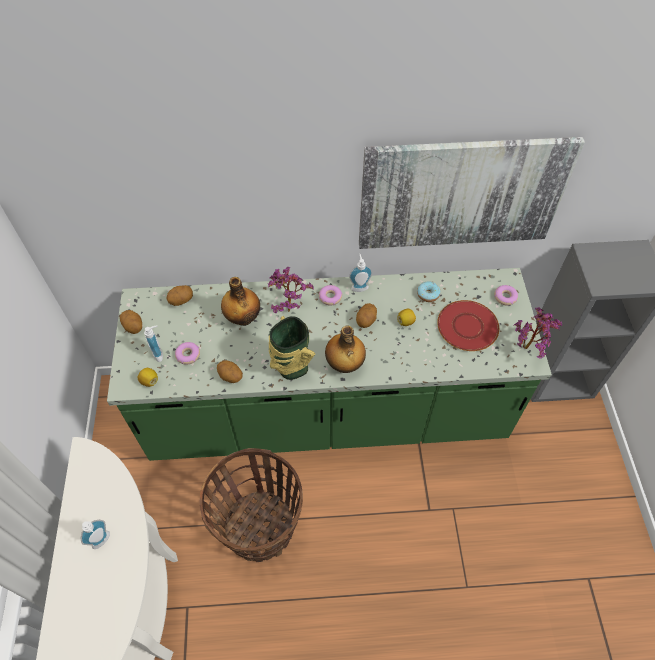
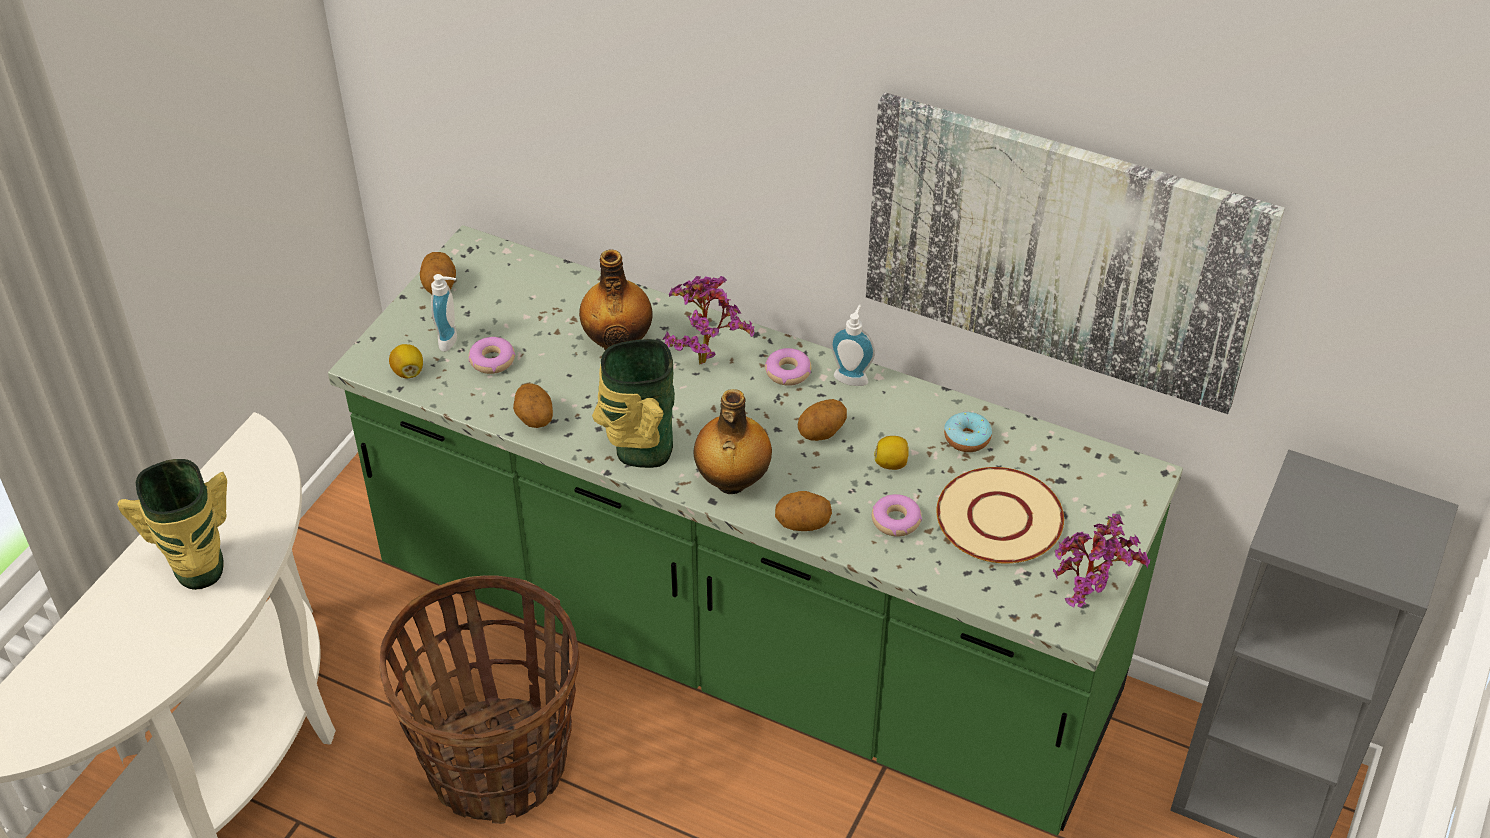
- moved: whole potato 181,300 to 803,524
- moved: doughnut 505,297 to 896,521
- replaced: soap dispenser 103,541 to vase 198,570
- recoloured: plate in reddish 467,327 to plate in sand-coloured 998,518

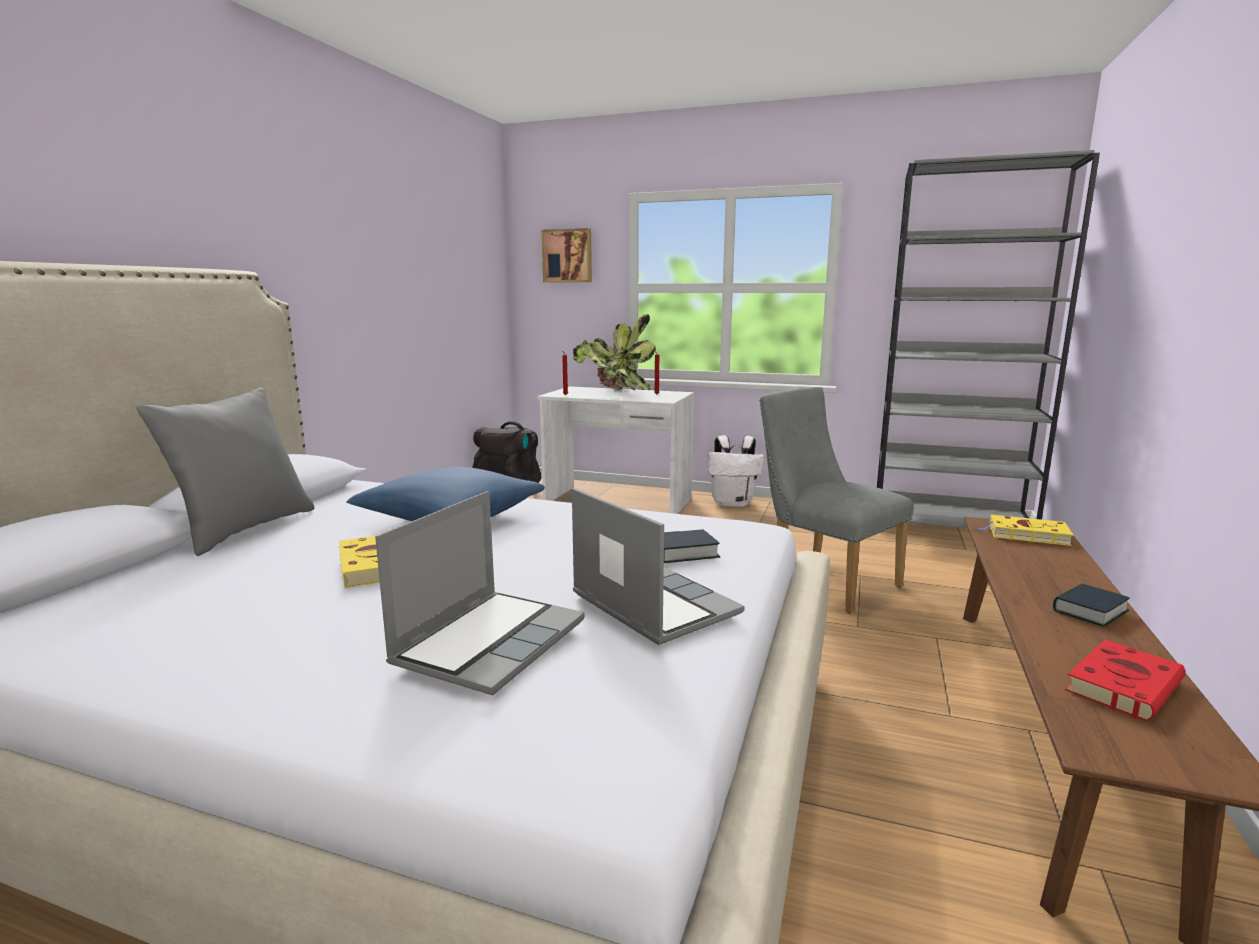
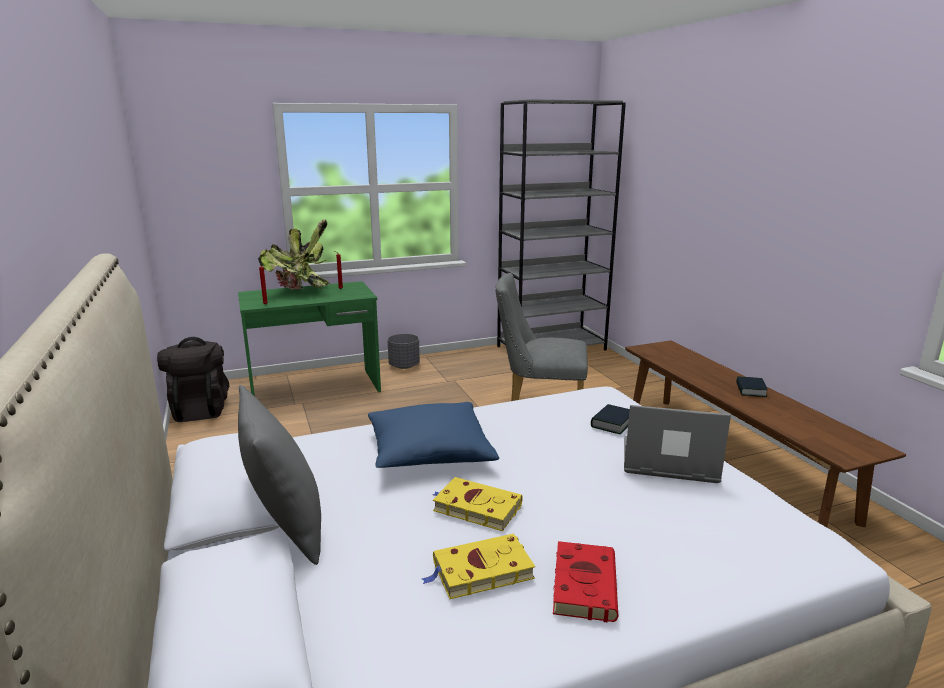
- removed: laptop 490,641
- removed: wall art 568,256
- moved: bound book in yellow 1025,535 to 480,571
- moved: bound book in reddish 1124,685 to 584,583
- replaced: knapsack in white 733,503 to planter in gray 404,366
- recoloured: desk unit in white 618,502 to desk unit in greenish 315,389

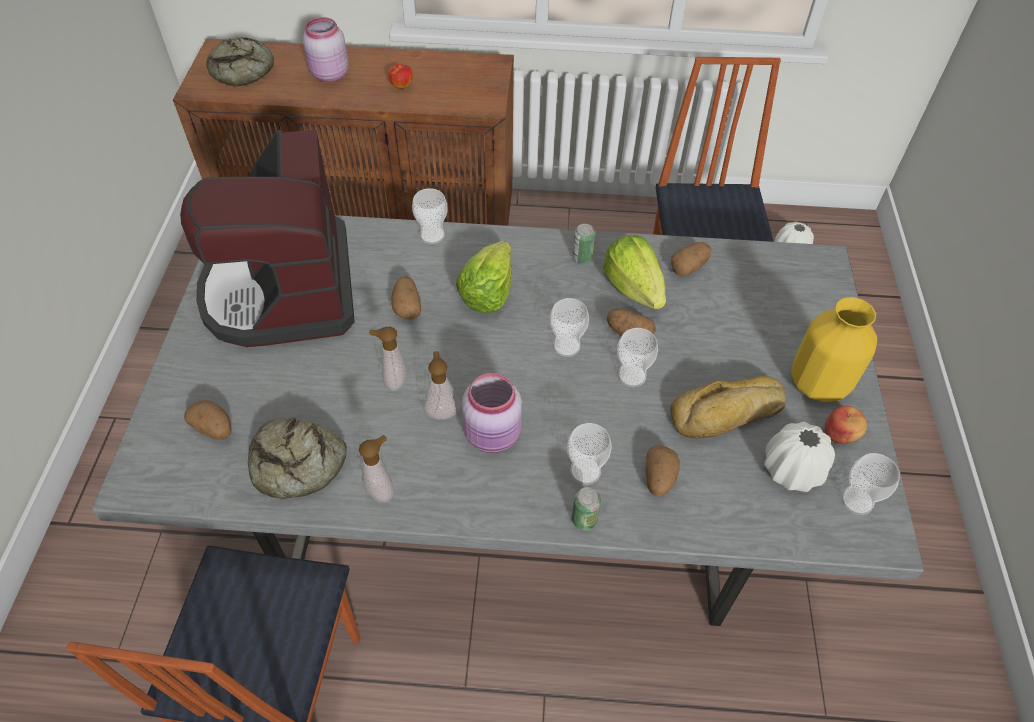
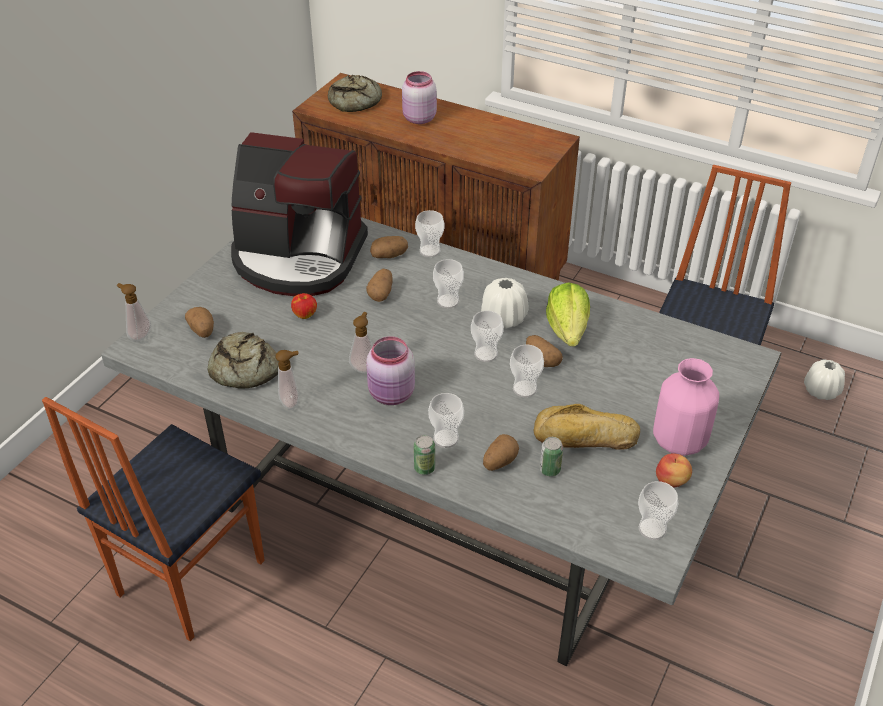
- moved: soap dispenser 393,381 to 139,335
- moved: apple fruit 401,85 to 305,314
- moved: can 582,257 to 549,470
- moved: whole potato 688,267 to 389,255
- moved: vase in white 791,470 to 503,318
- replaced: head of lettuce 488,293 to small cup 448,301
- recoloured: vase in yellow 818,384 to vase in pinkish 678,442
- turned: coffee machine 283,290 = 298,258 90 degrees counterclockwise

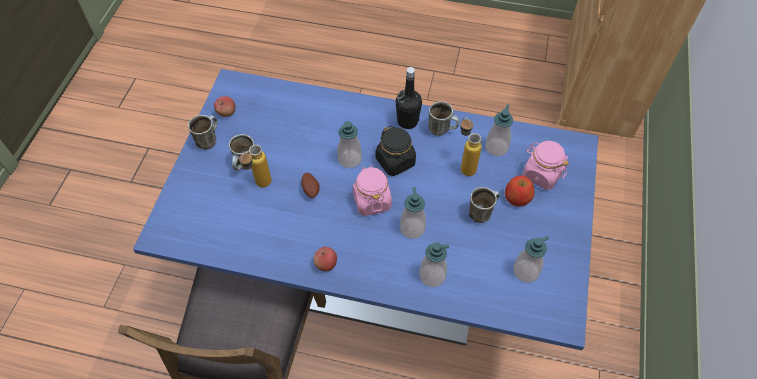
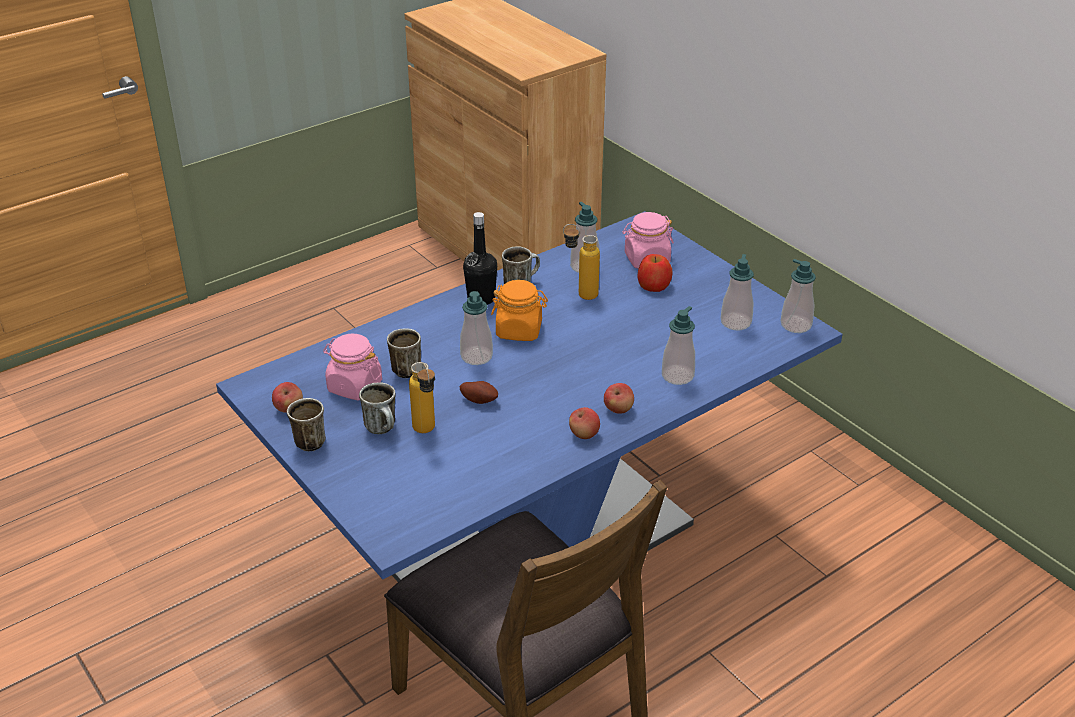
- added: apple fruit 618,409
- moved: preserve jar in pinkish 371,201 to 354,386
- moved: soap dispenser 412,228 to 795,325
- moved: mug 481,212 to 405,368
- recoloured: preserve jar in blackish 395,161 to preserve jar in orange 519,330

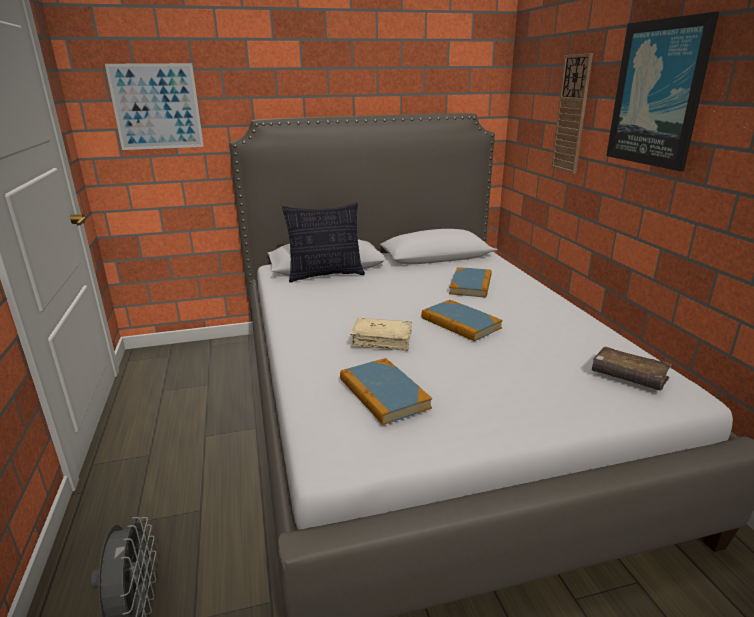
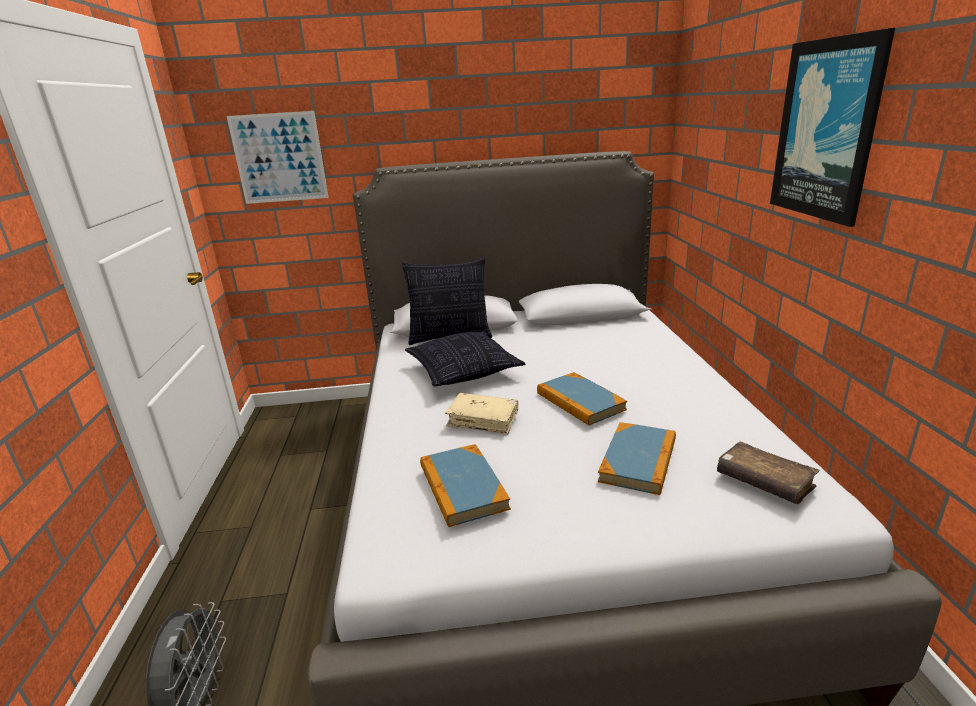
- removed: clock on the wall 572,114
- added: cushion 463,372
- moved: bound book 471,285 to 638,460

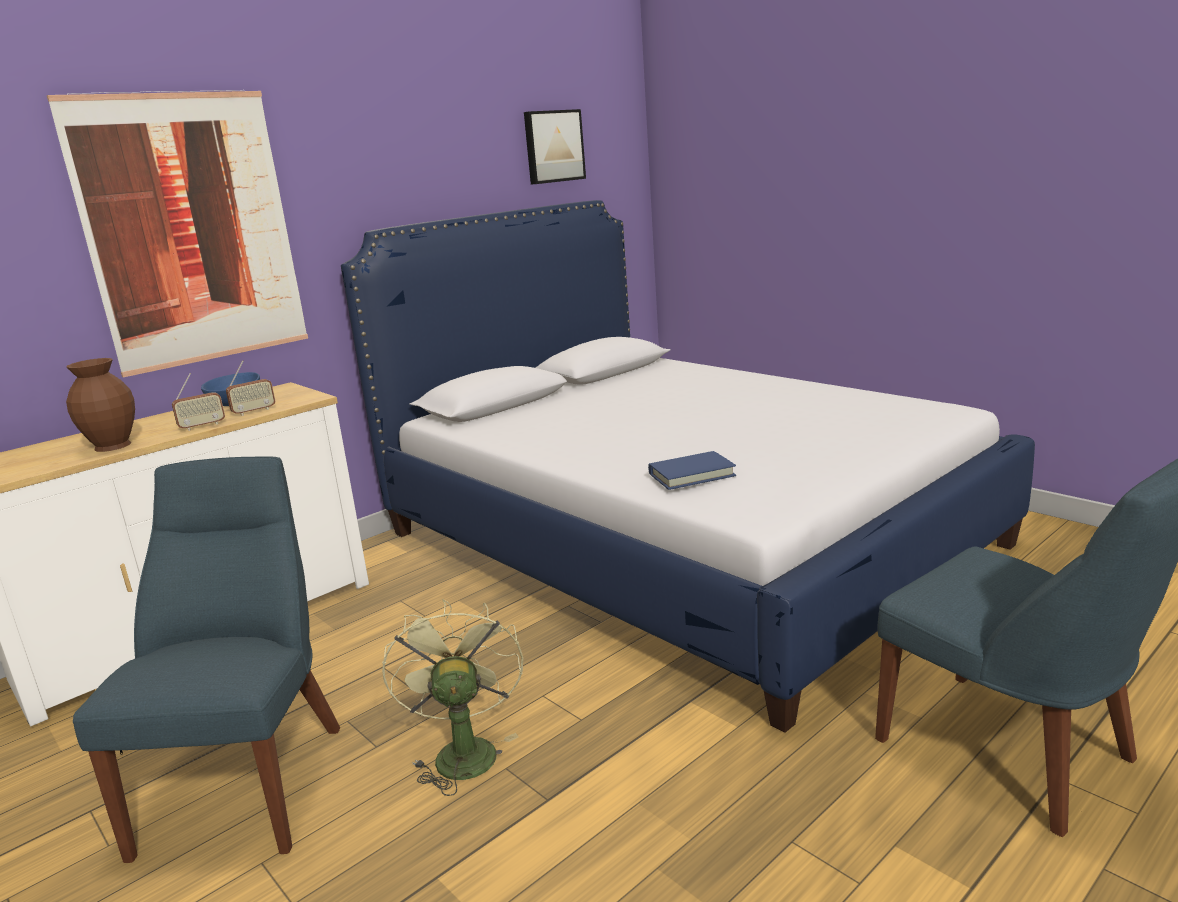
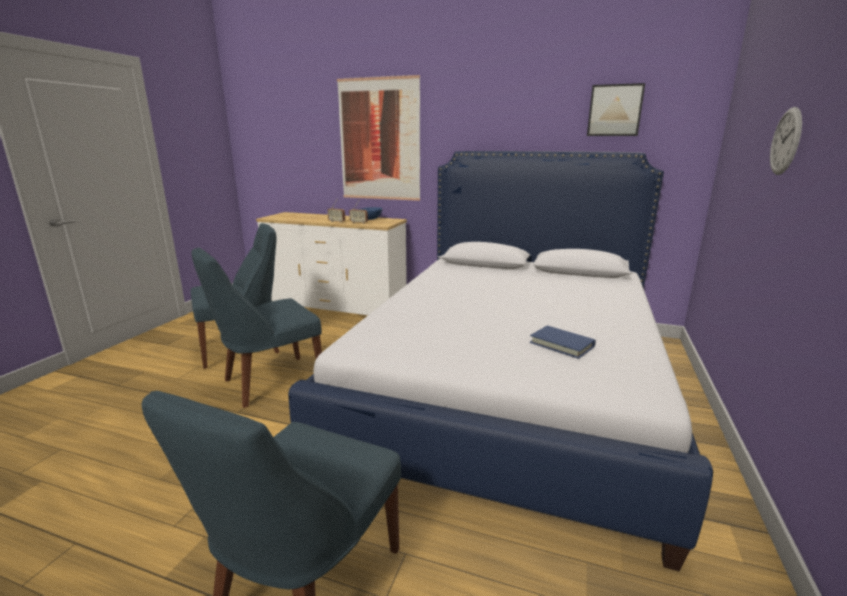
- removed: vase in brown 112,445
- added: clock on the wall 786,141
- moved: bound book in blue 691,474 to 562,344
- replaced: fan in greenish 463,750 to plain chair in blue 269,382

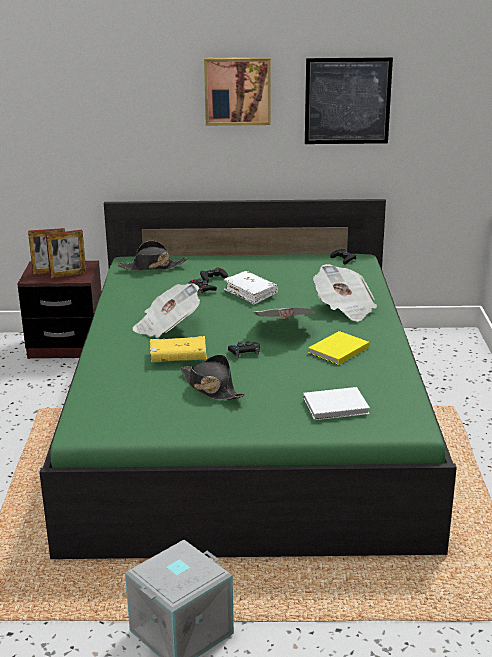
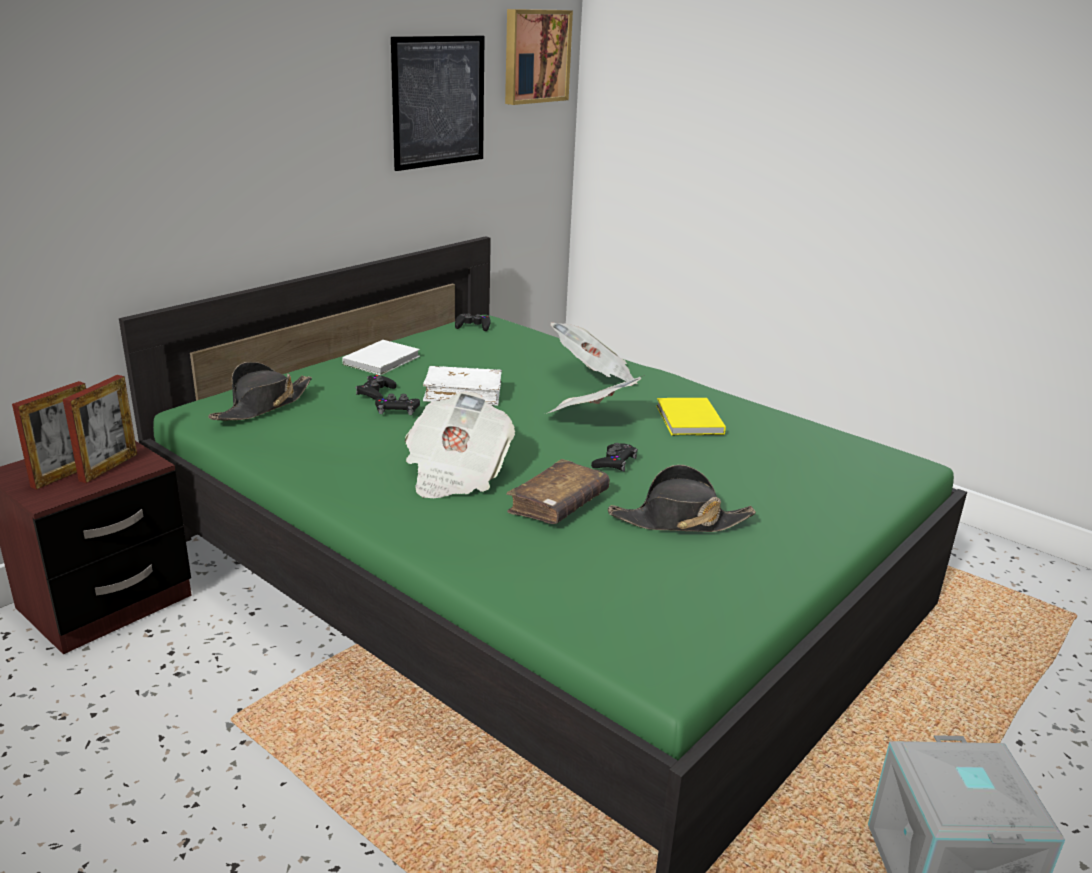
- moved: wall art 237,91 to 535,56
- moved: bound book in white 337,406 to 384,360
- recoloured: bound book in yellow 178,357 to bound book in brown 558,504

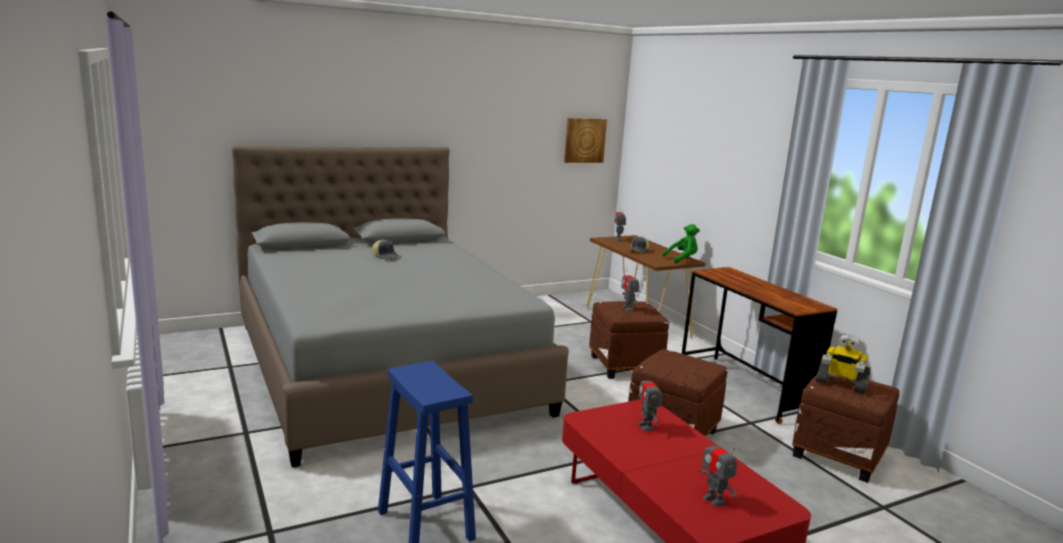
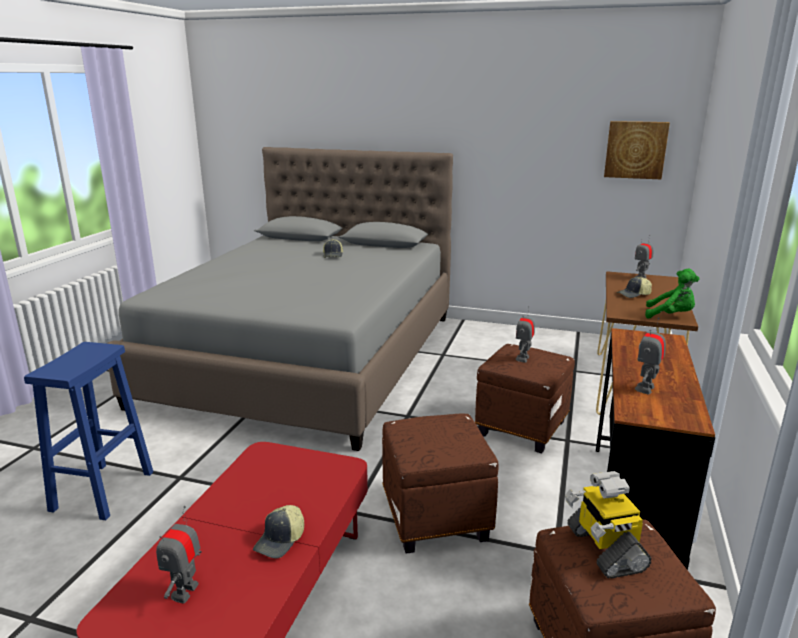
- added: cap 281,540
- moved: robot figure 646,426 to 645,388

